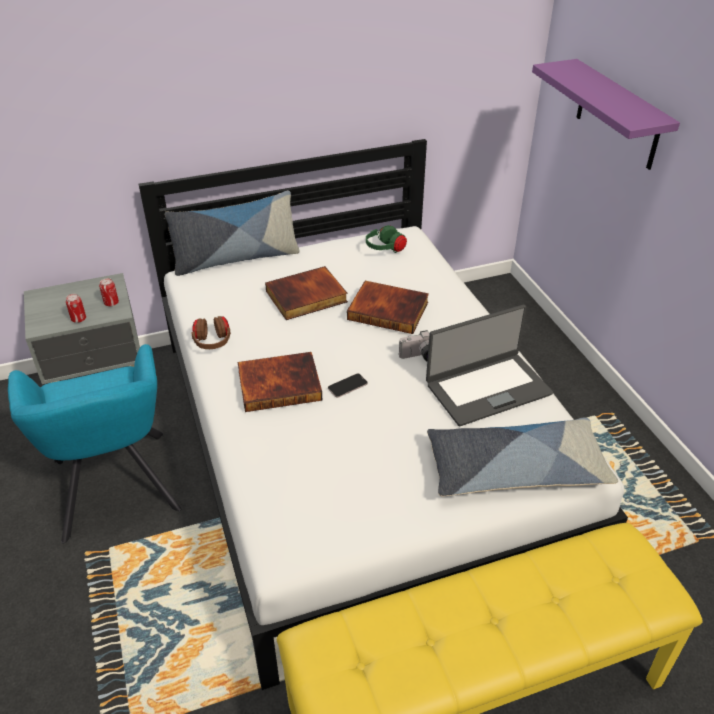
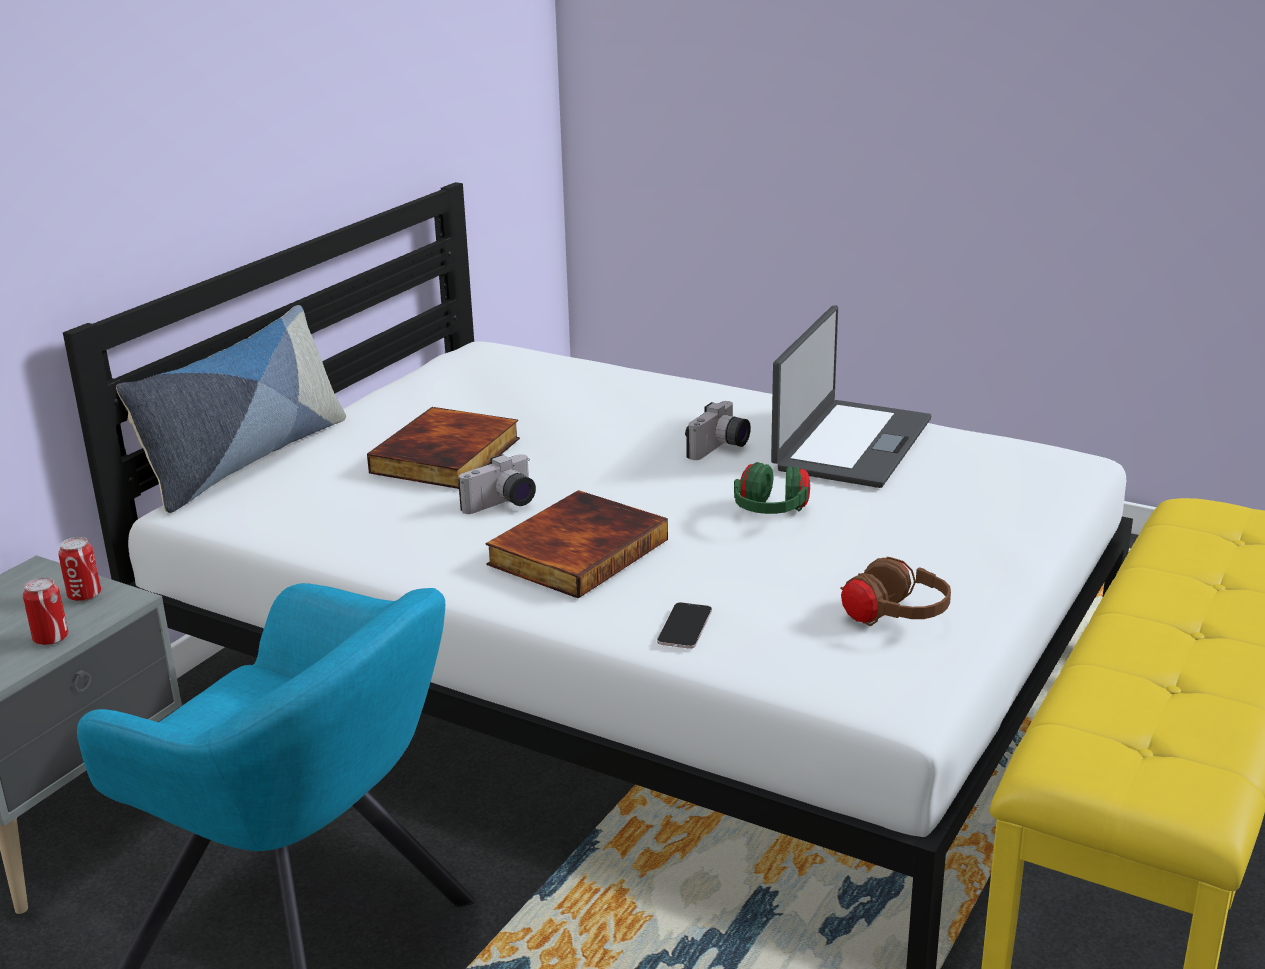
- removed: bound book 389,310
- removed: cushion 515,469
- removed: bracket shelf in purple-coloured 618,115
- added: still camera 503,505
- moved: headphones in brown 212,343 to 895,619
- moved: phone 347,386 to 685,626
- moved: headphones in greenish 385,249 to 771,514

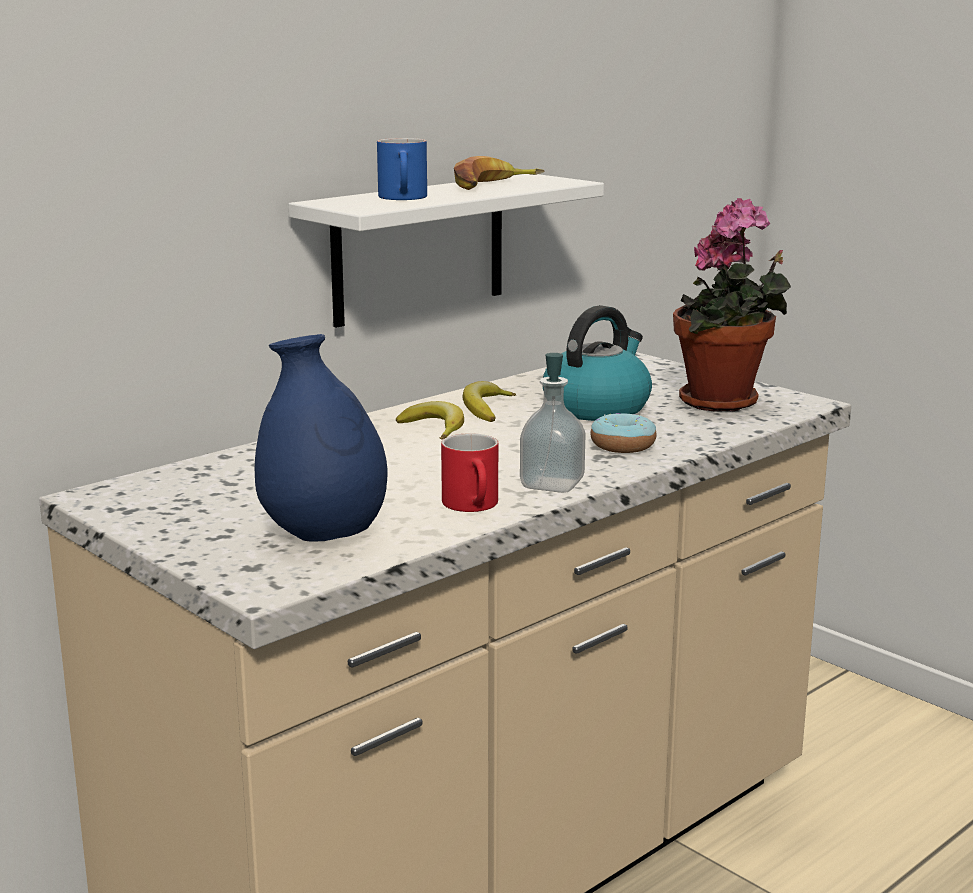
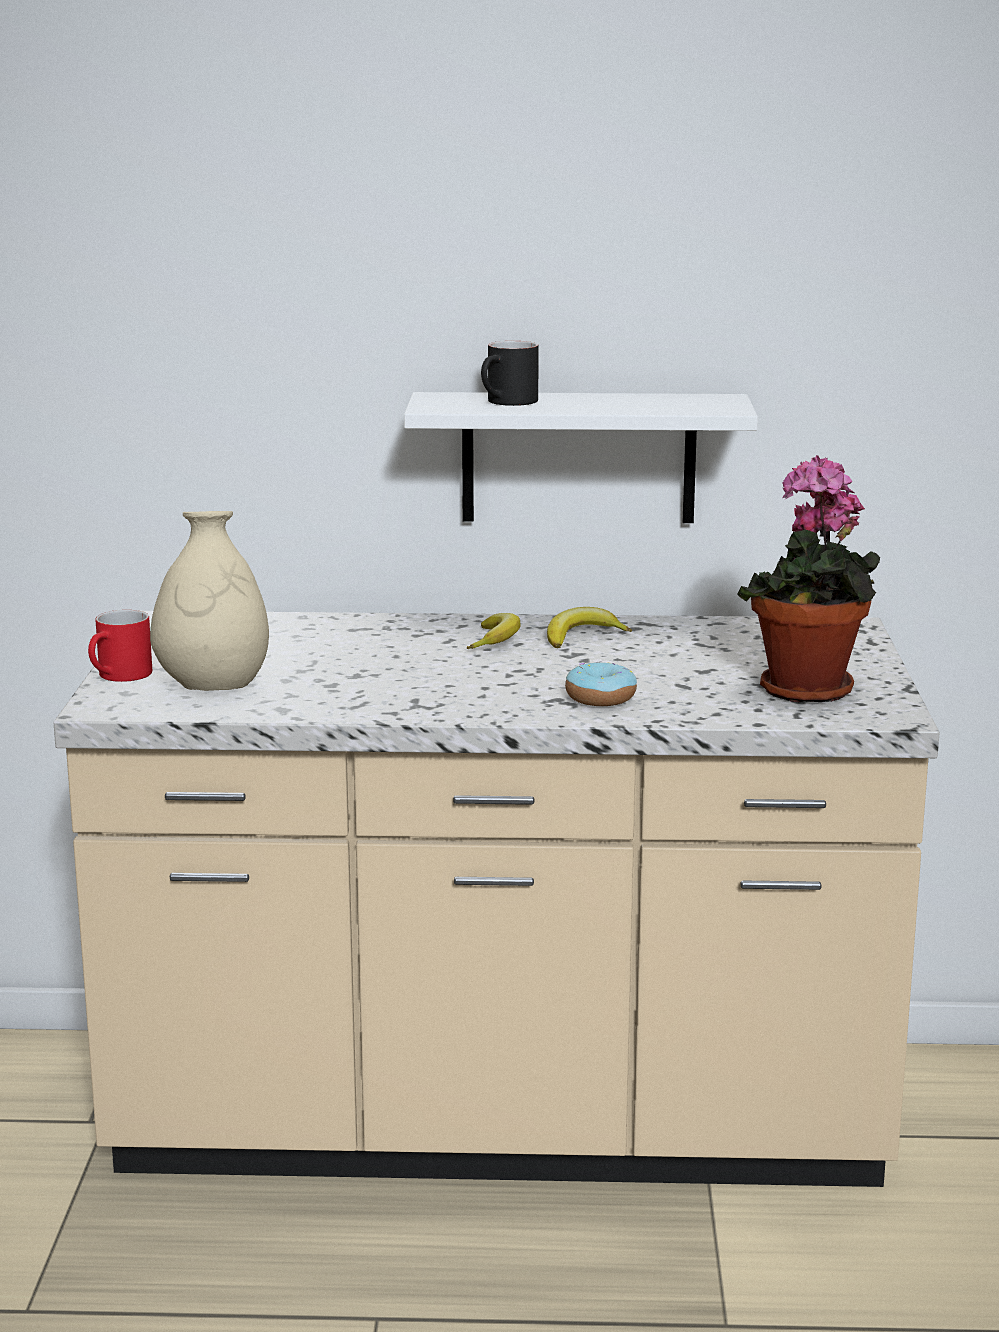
- removed: banana fruit 493,185
- removed: soap dispenser 552,484
- removed: tea kettle 597,407
- moved: mug in reddish 475,506 to 120,677
- recoloured: vase in blue 324,536 to vase in sand-coloured 213,689
- recoloured: mug in blue 405,198 to mug in blackish 507,402

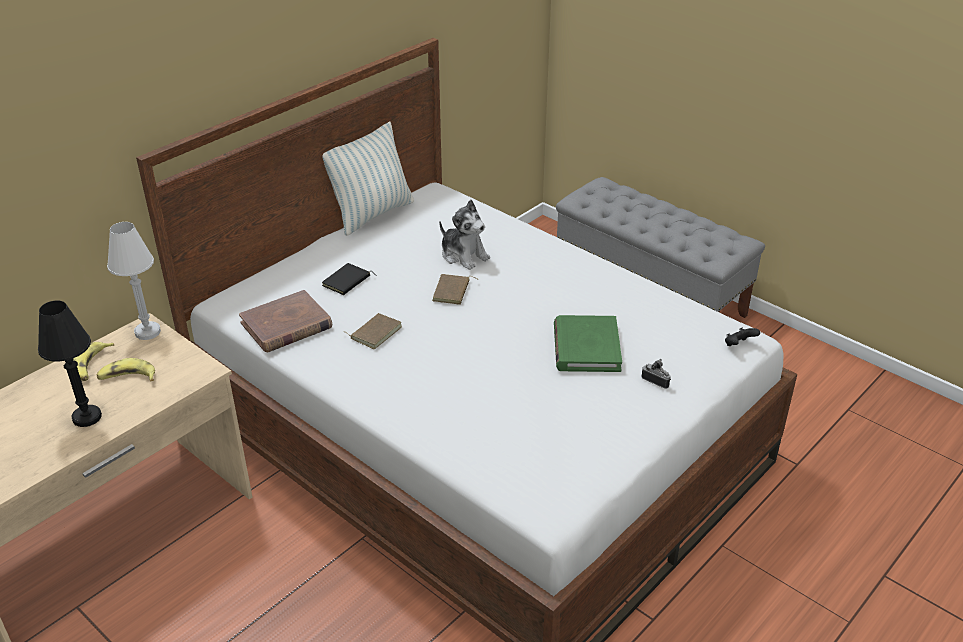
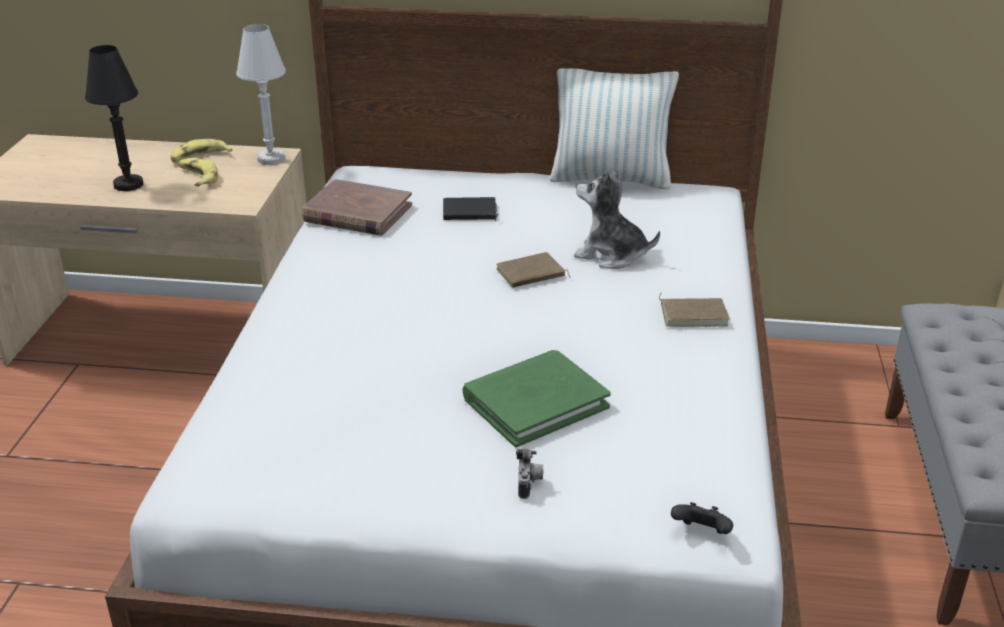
- moved: bound book in brown 375,332 to 693,314
- turned: plush toy 464,255 = 611,255 105 degrees clockwise

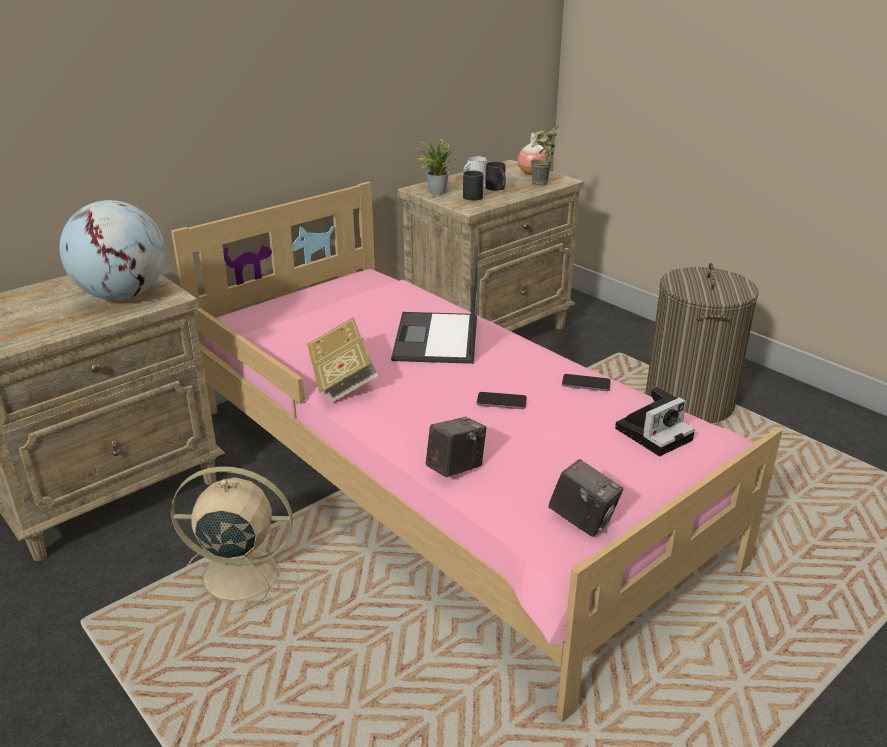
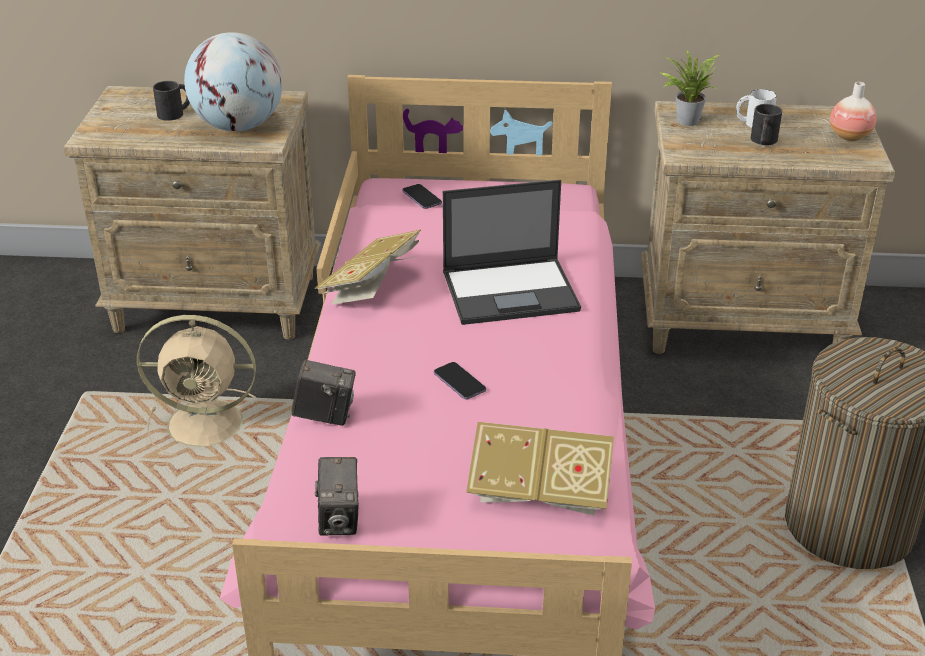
- removed: houseplant 540,185
- moved: mug in blackish 473,195 to 175,113
- moved: phone 586,384 to 422,198
- replaced: still camera 654,433 to bound book 539,492
- turned: fan in sand-coloured 237,575 = 209,424 135 degrees clockwise
- turned: laptop 436,339 = 512,291 150 degrees counterclockwise

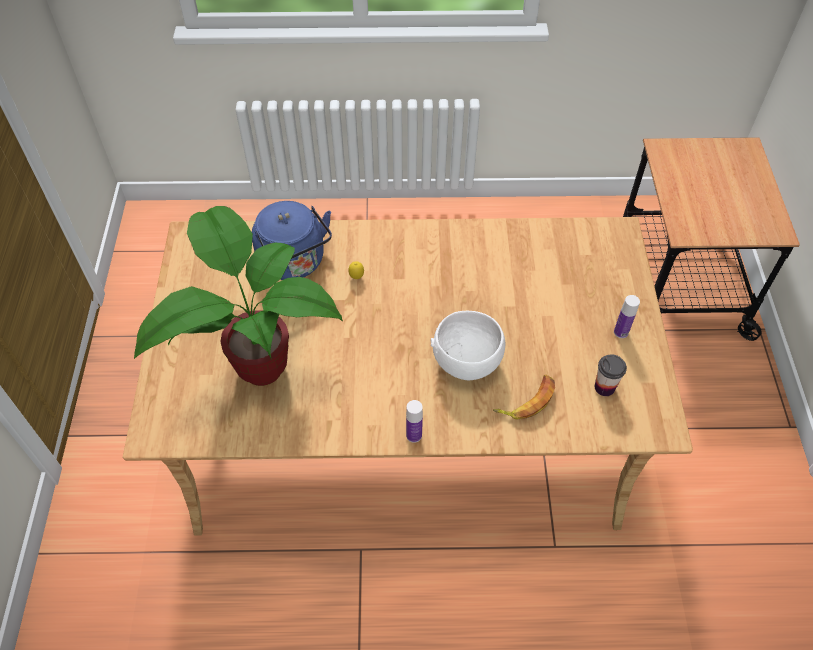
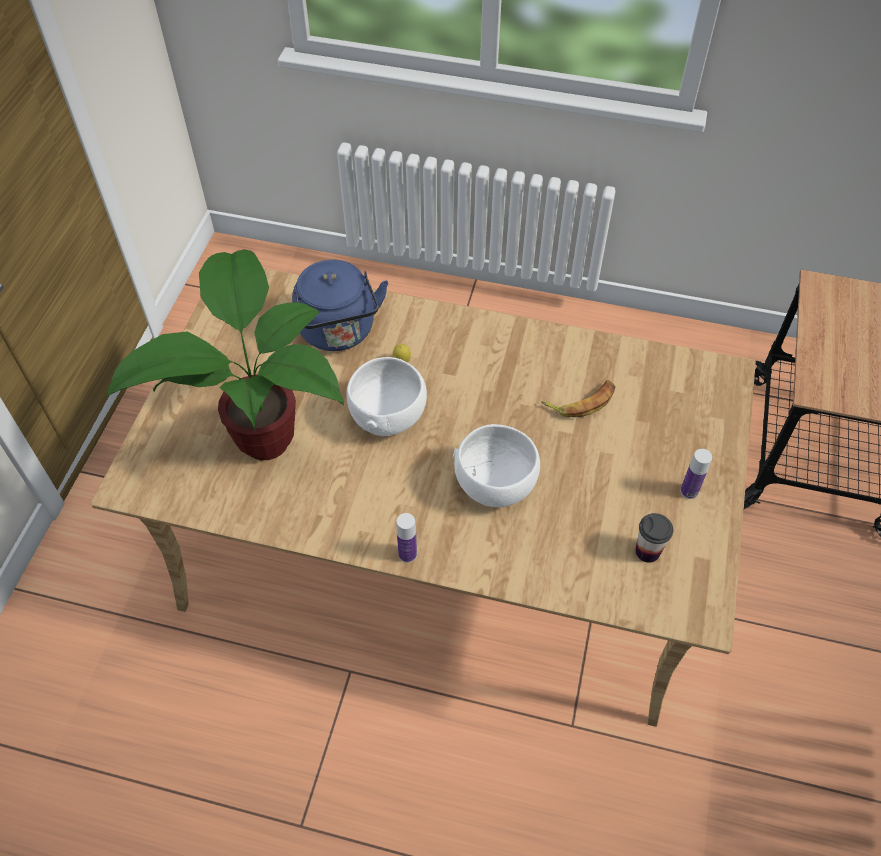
- added: deep dish in white 389,416
- moved: banana fruit 527,400 to 581,401

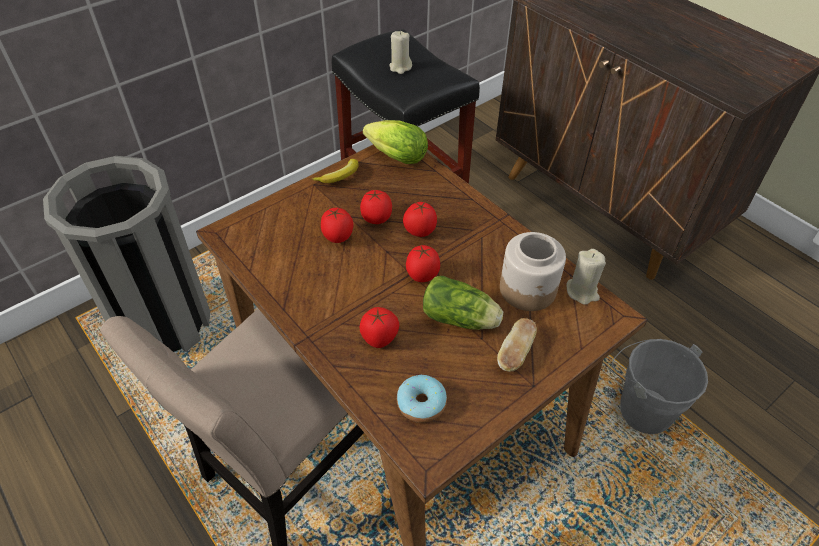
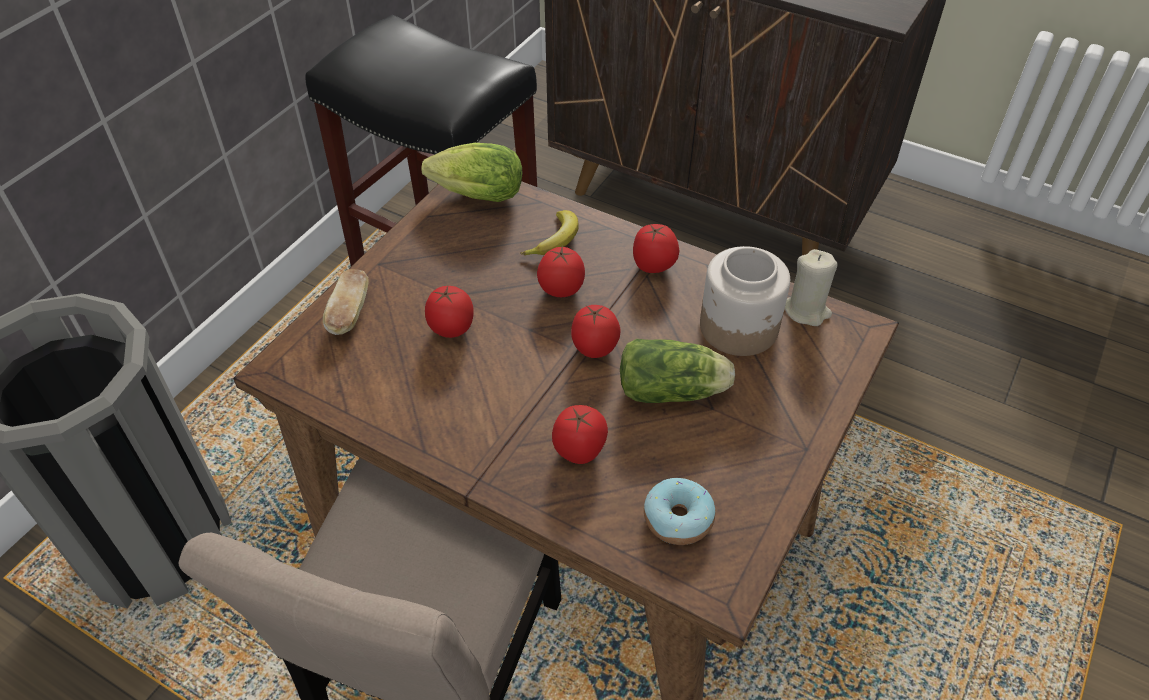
- removed: wax light in sand-coloured 400,67
- removed: pail in gray 640,407
- moved: banana fruit 339,176 to 556,240
- moved: fresh tomato 376,219 to 654,266
- moved: baked bread 515,352 to 349,313

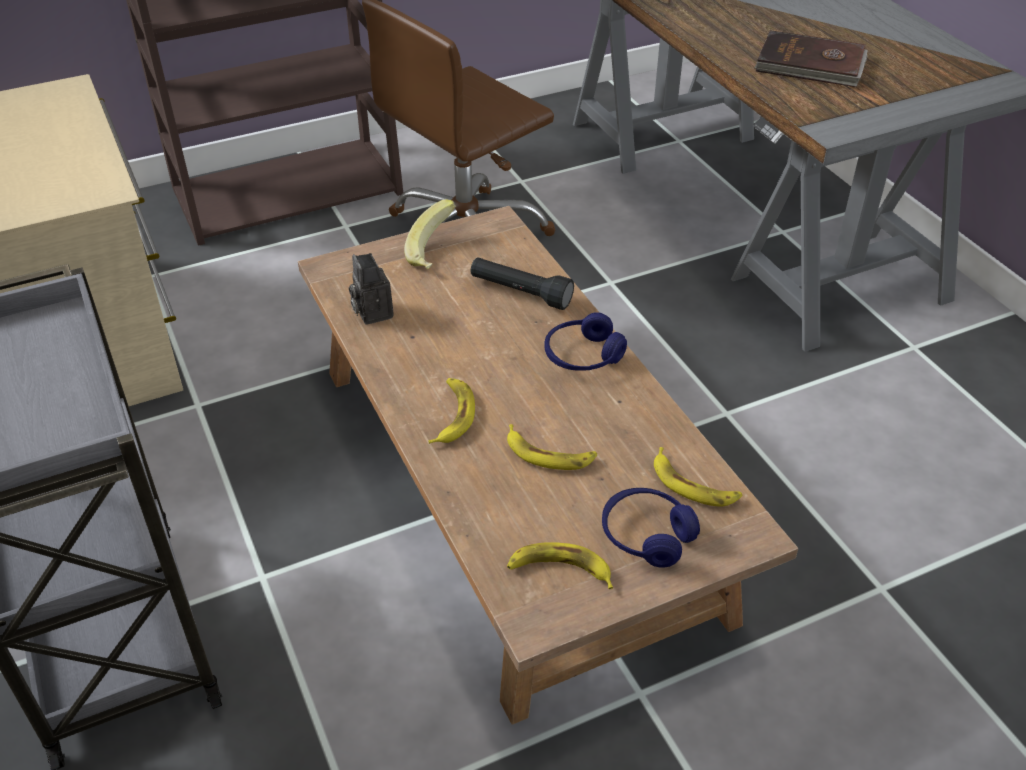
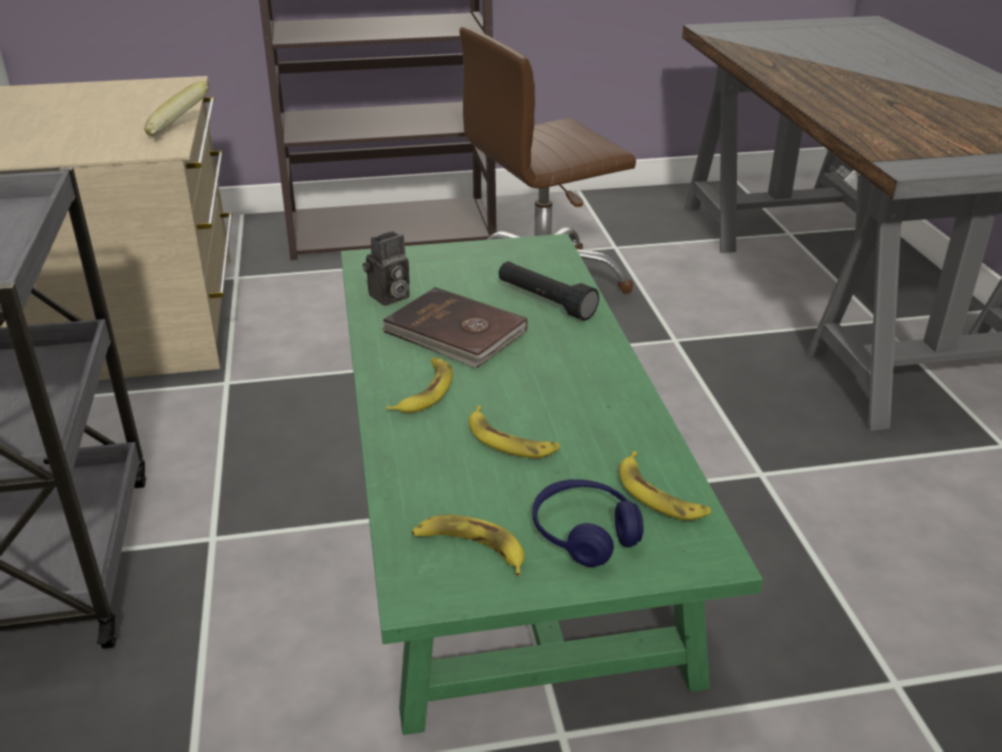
- removed: headphones in blue 583,356
- moved: banana fruit 435,254 to 180,132
- moved: bound book in brown 810,65 to 455,333
- recoloured: low table in brown 516,486 to low table in greenish 505,503
- turned: still camera 371,312 = 388,297 120 degrees counterclockwise

